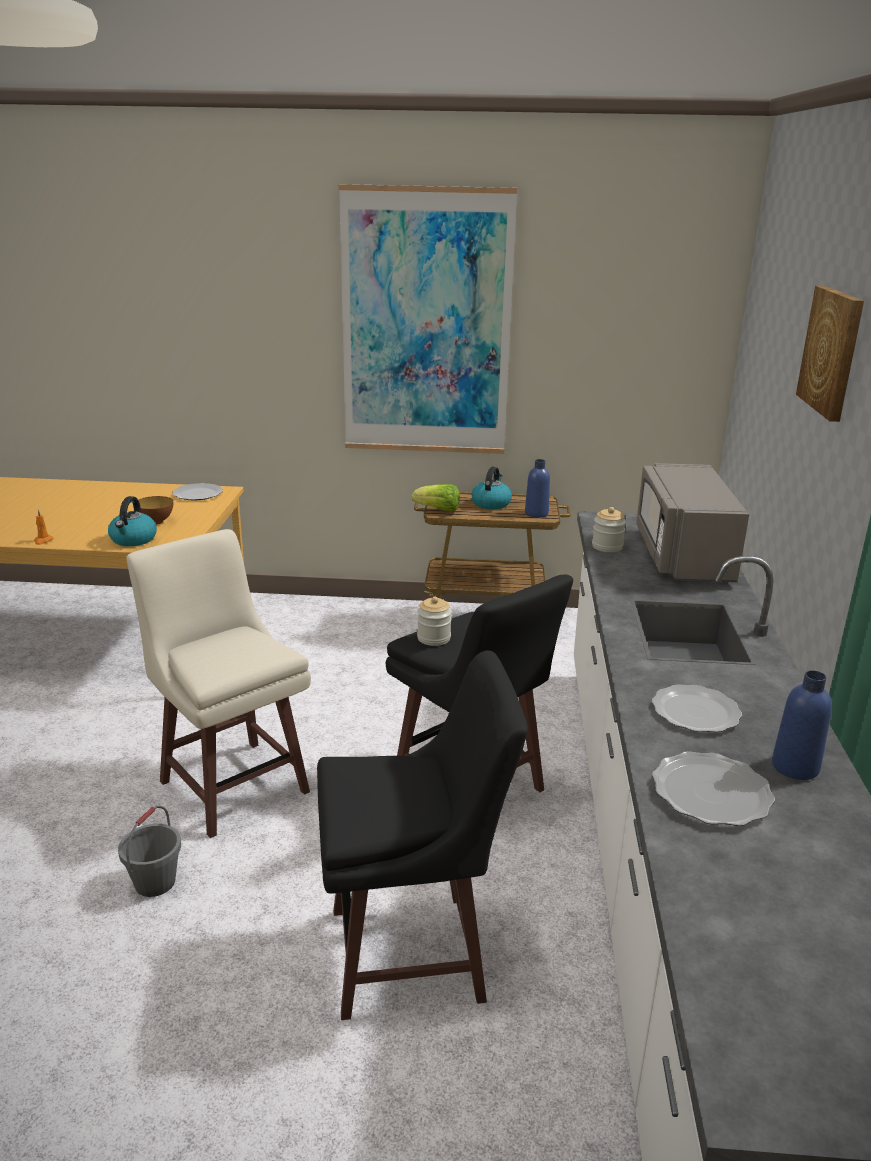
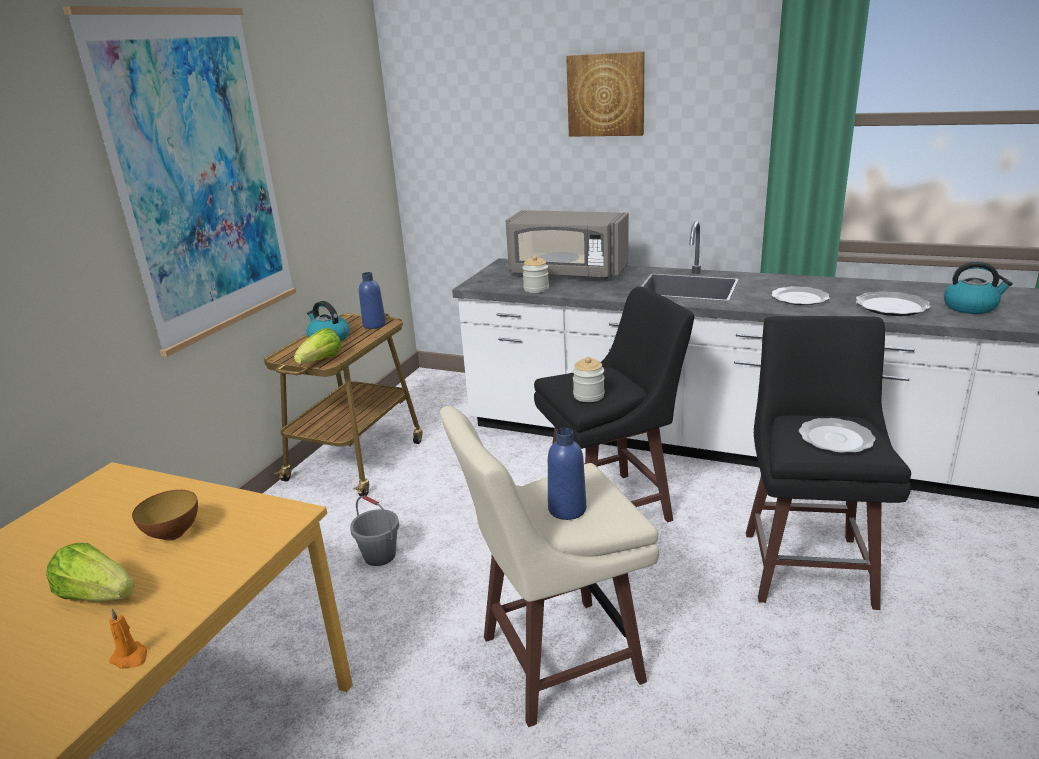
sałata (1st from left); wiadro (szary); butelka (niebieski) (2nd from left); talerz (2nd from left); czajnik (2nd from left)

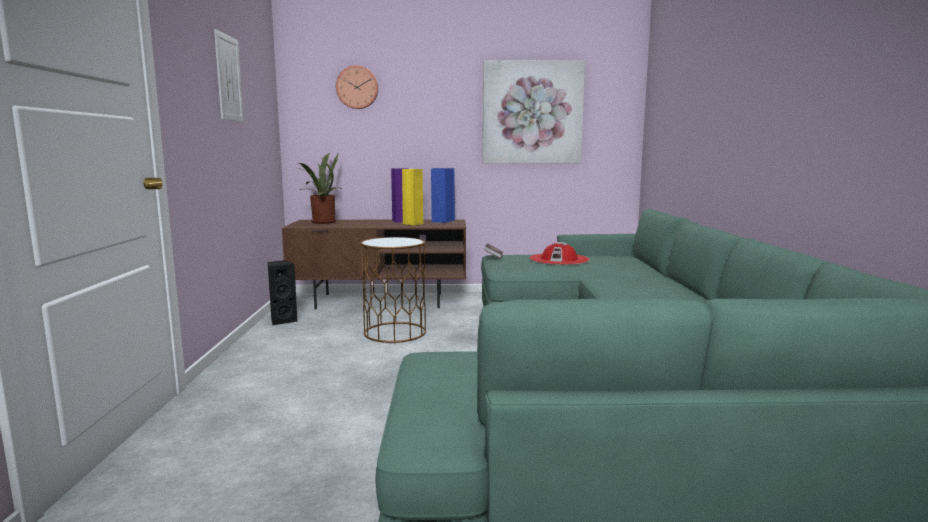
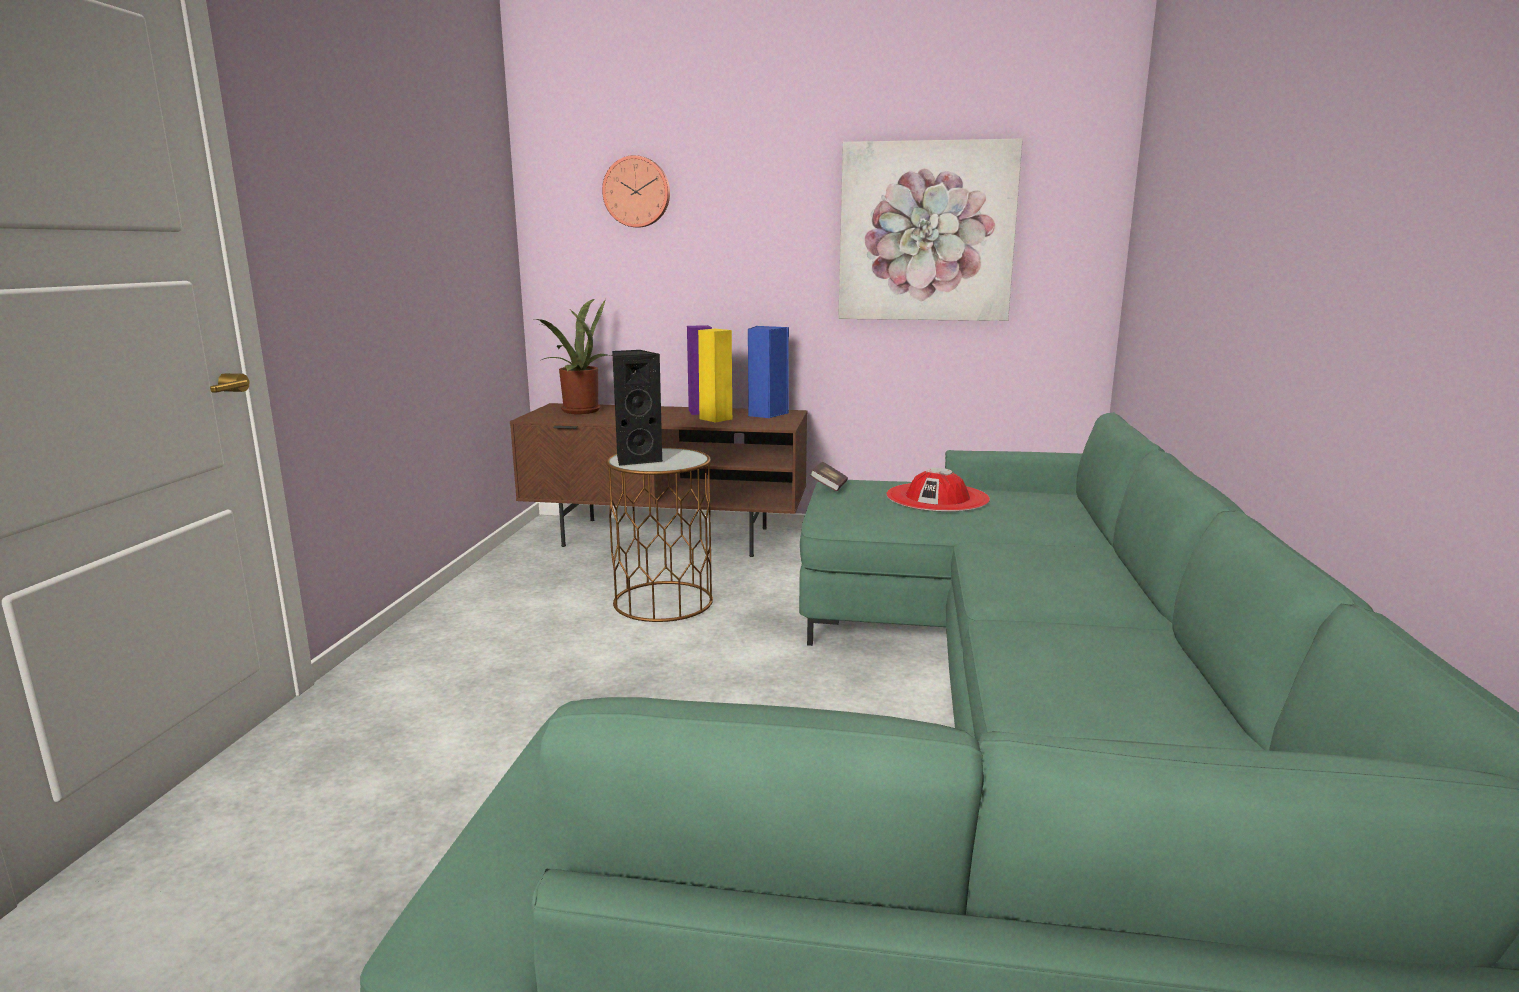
głośnik (czarny); obraz (1st from left in the first image)

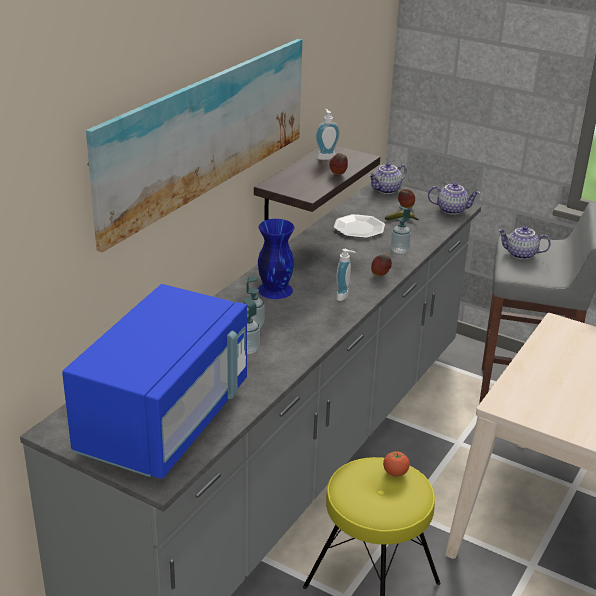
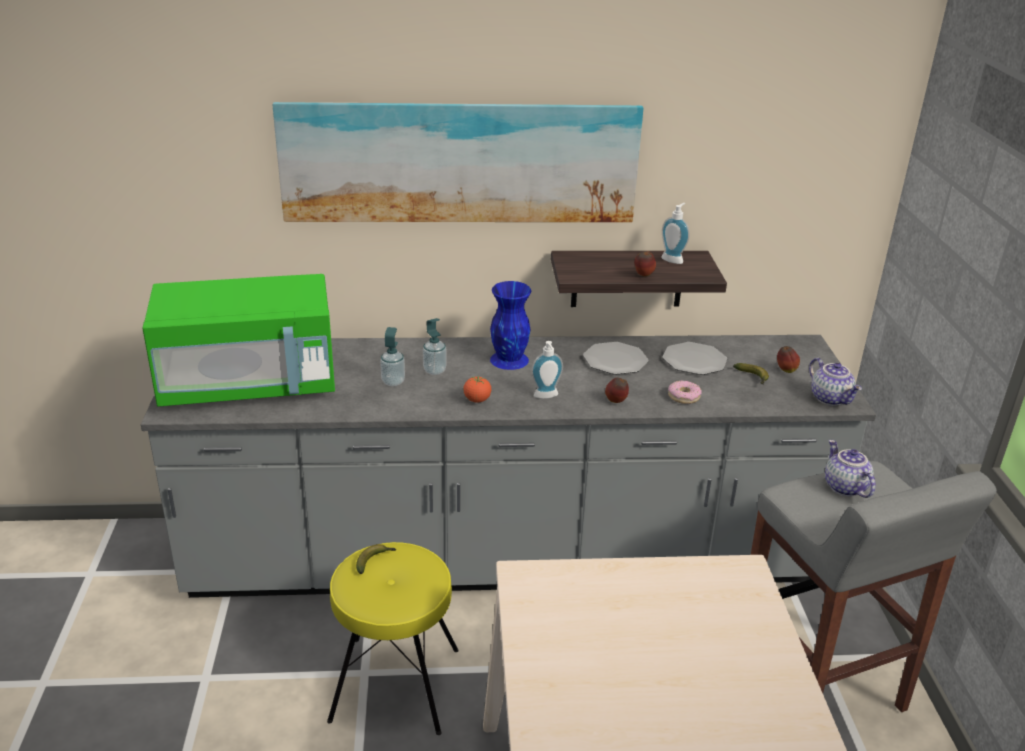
mikrofalówka (zielony); banan (1st from left); pomidor; talerz (1st from left); donut; imbryk (1st from left in the first image)

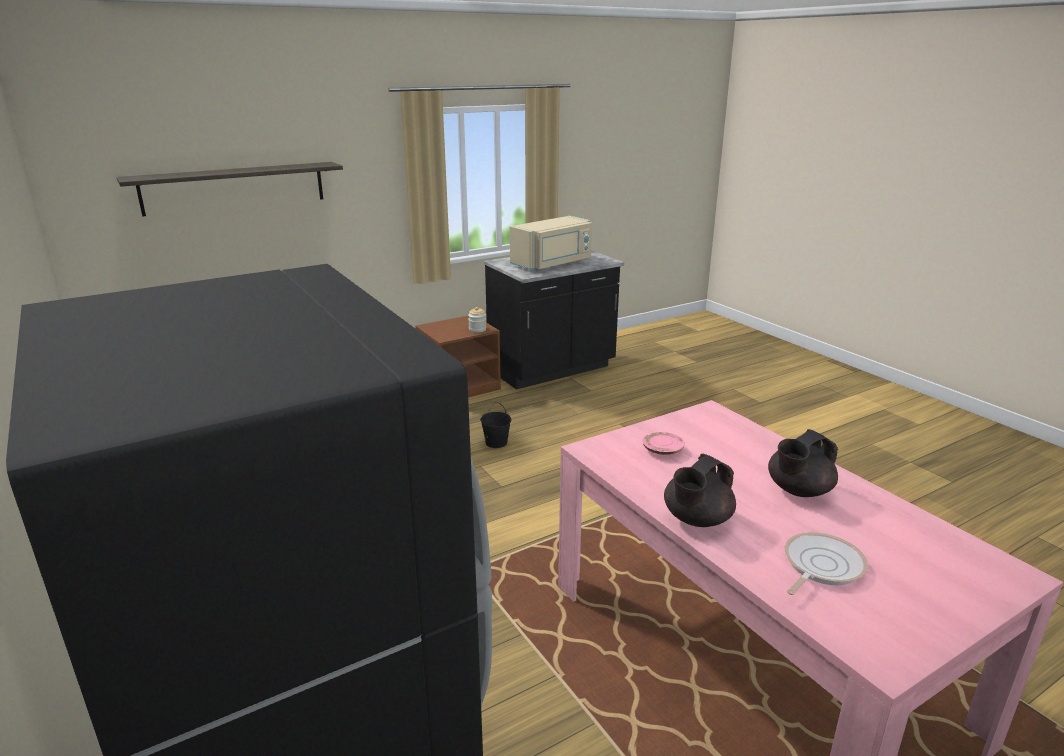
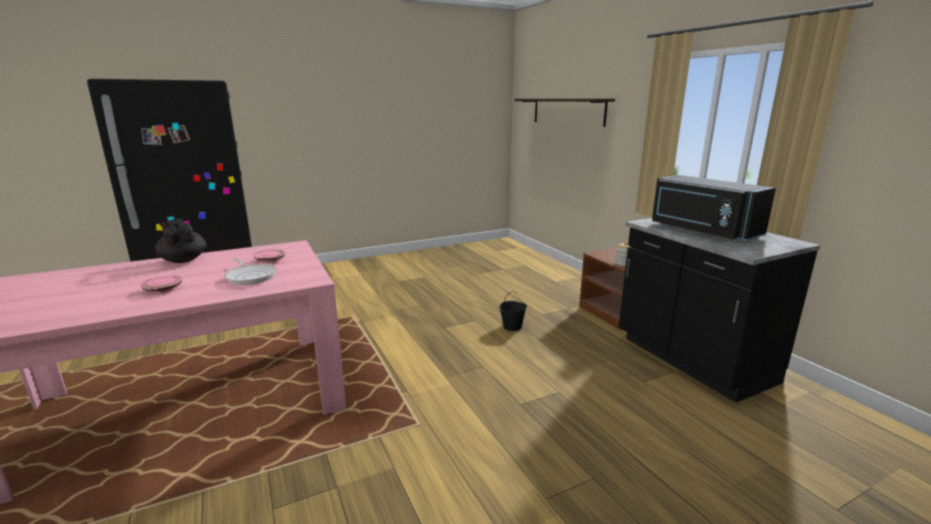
talerz (różowy) (1st from left); patelnia; mikrofalówka (czarny)

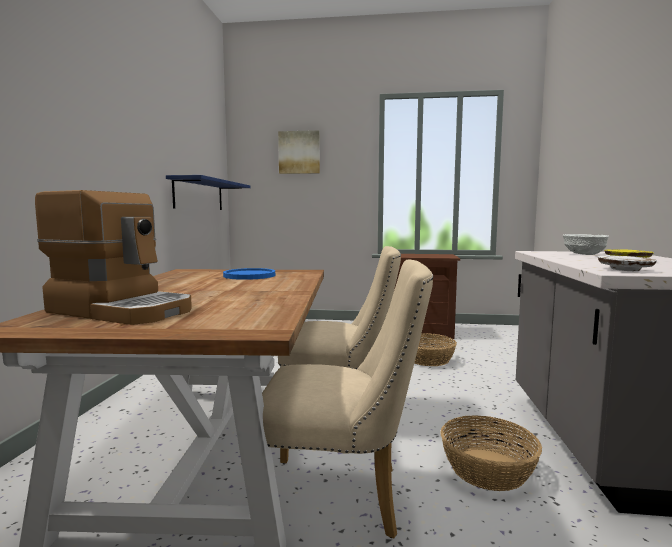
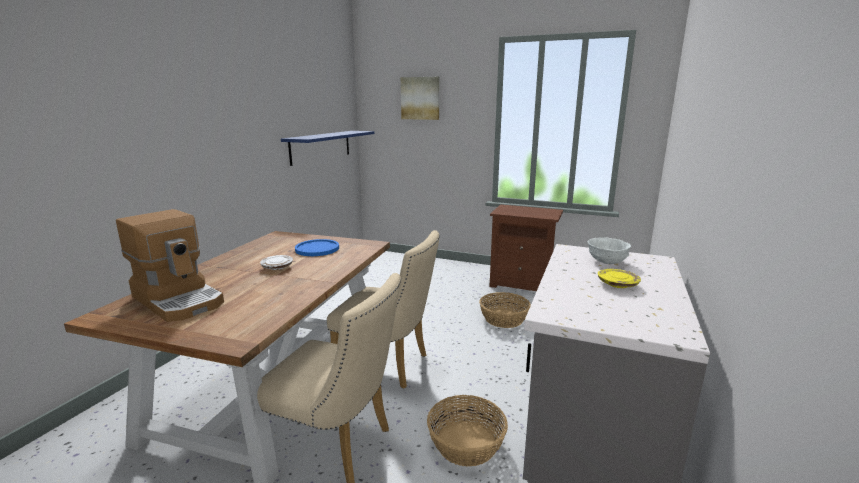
talerz (biały)

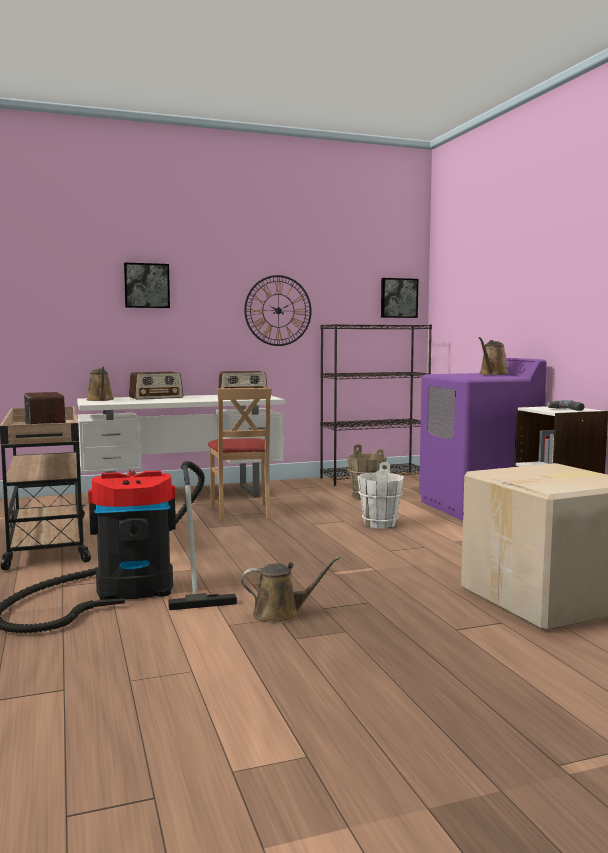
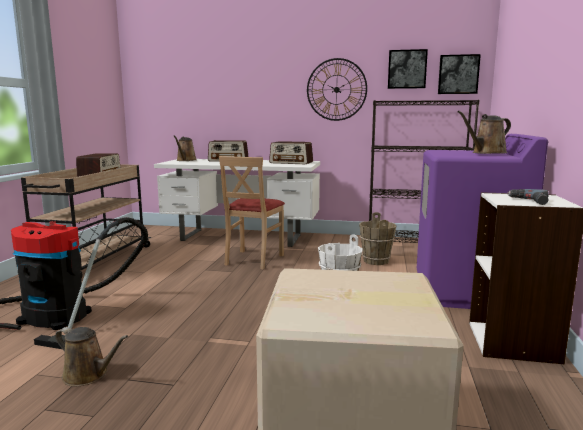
obraz (1st from left)

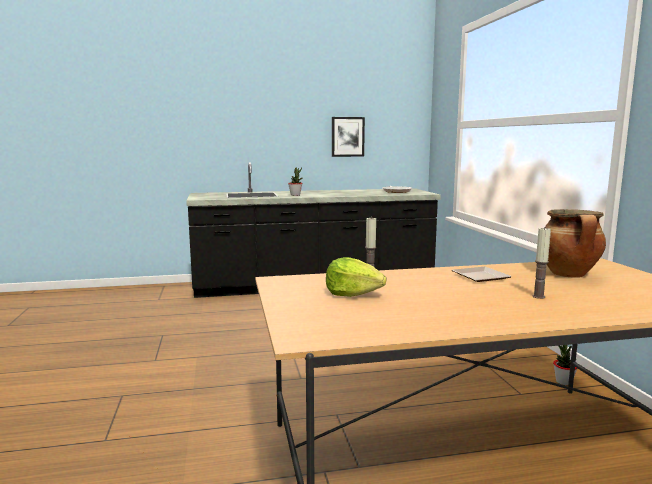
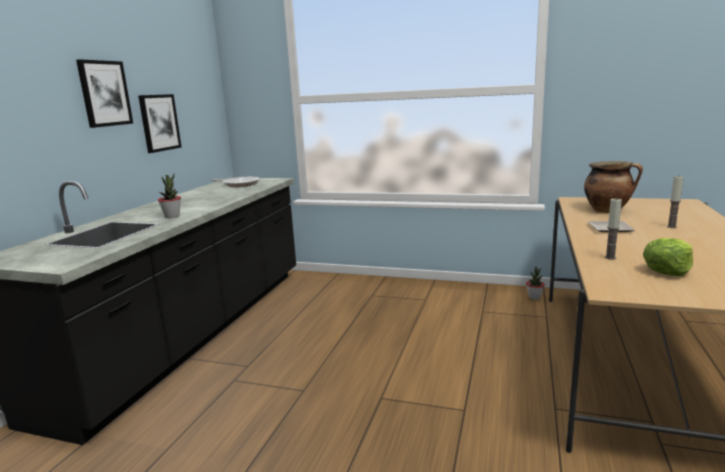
obraz (1st from left)

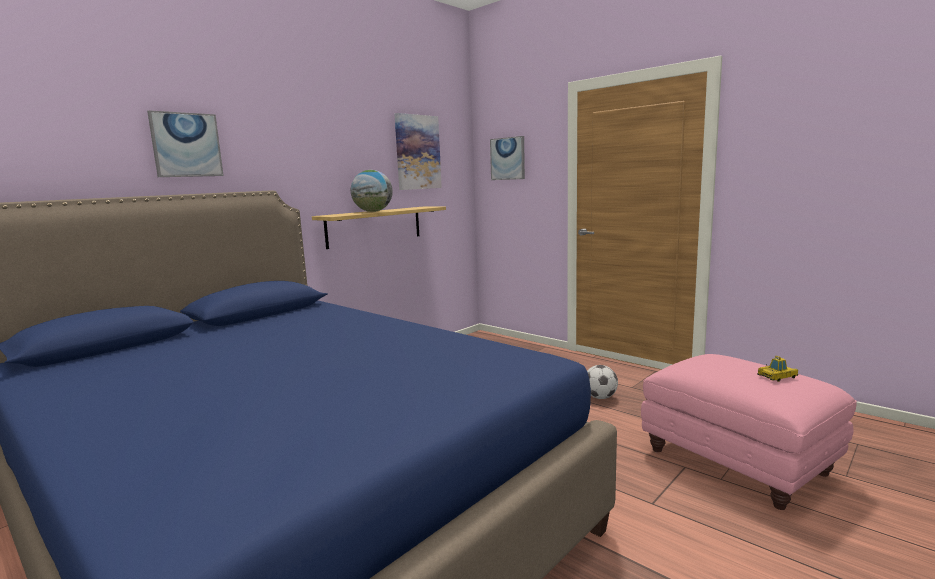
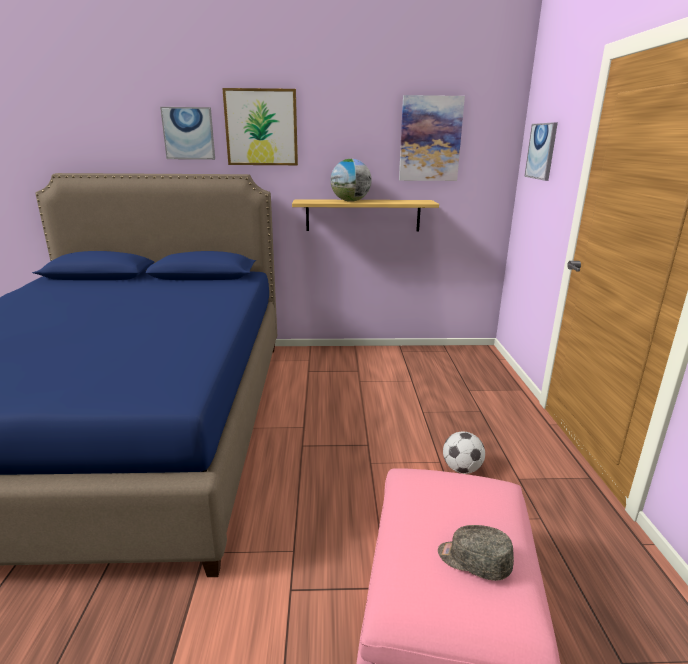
obraz (2nd from left); czapka z daszkiem (szary)

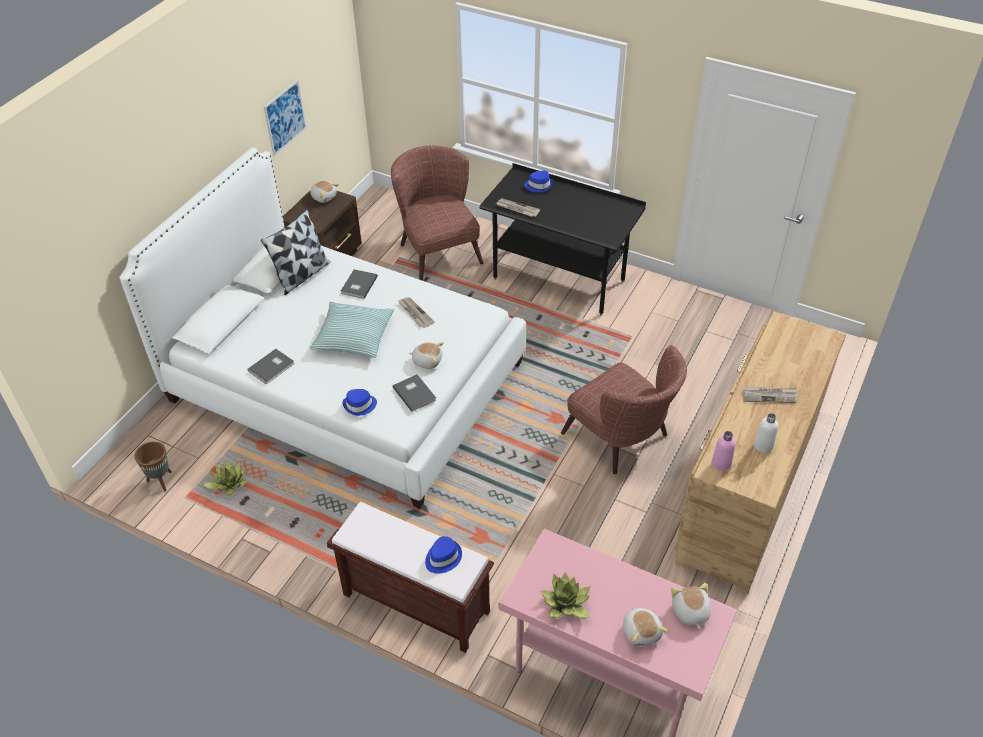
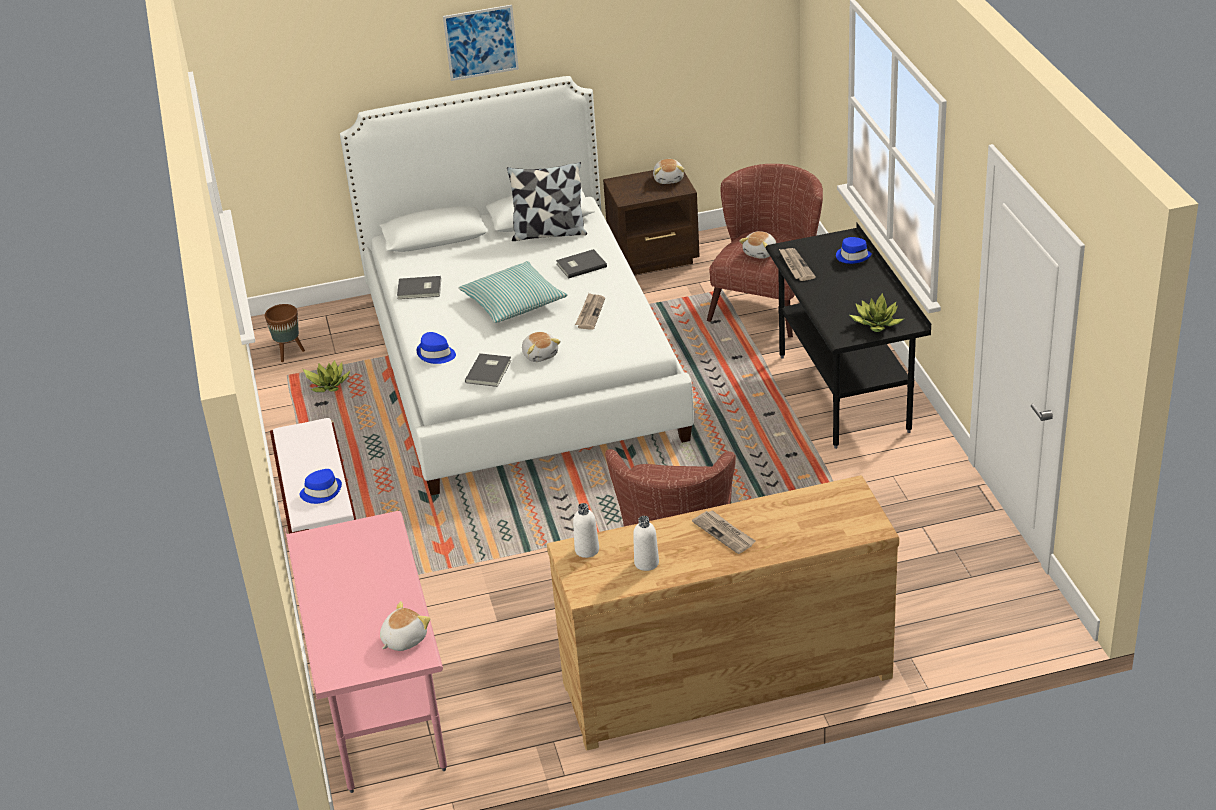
obraz; butelka (biały) (1st from left); pluszak (4th from left); roślina doniczkowa (2nd from left)

